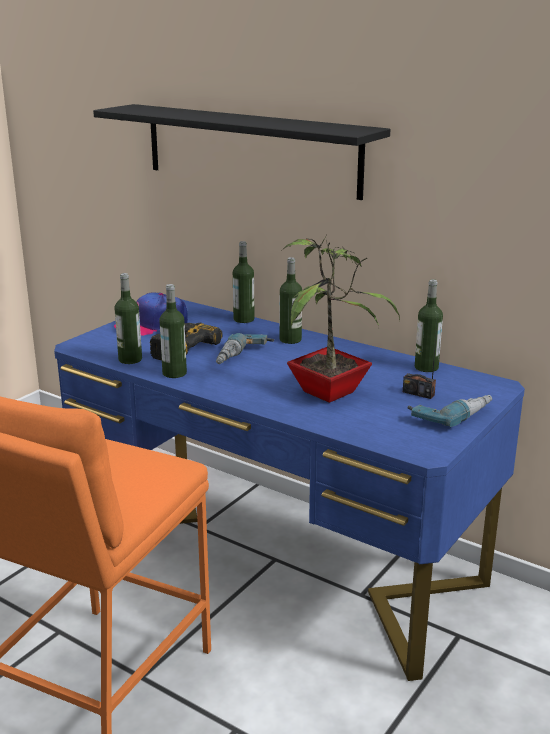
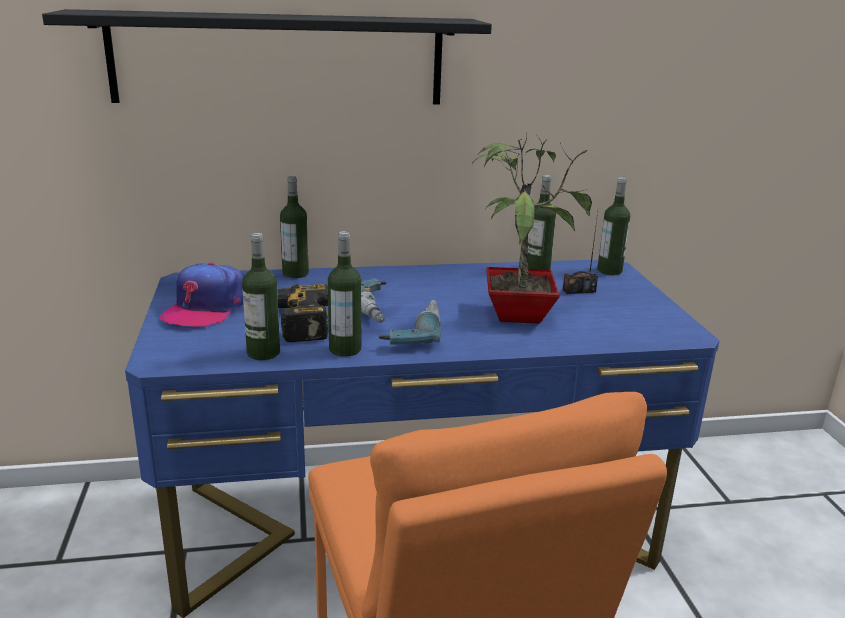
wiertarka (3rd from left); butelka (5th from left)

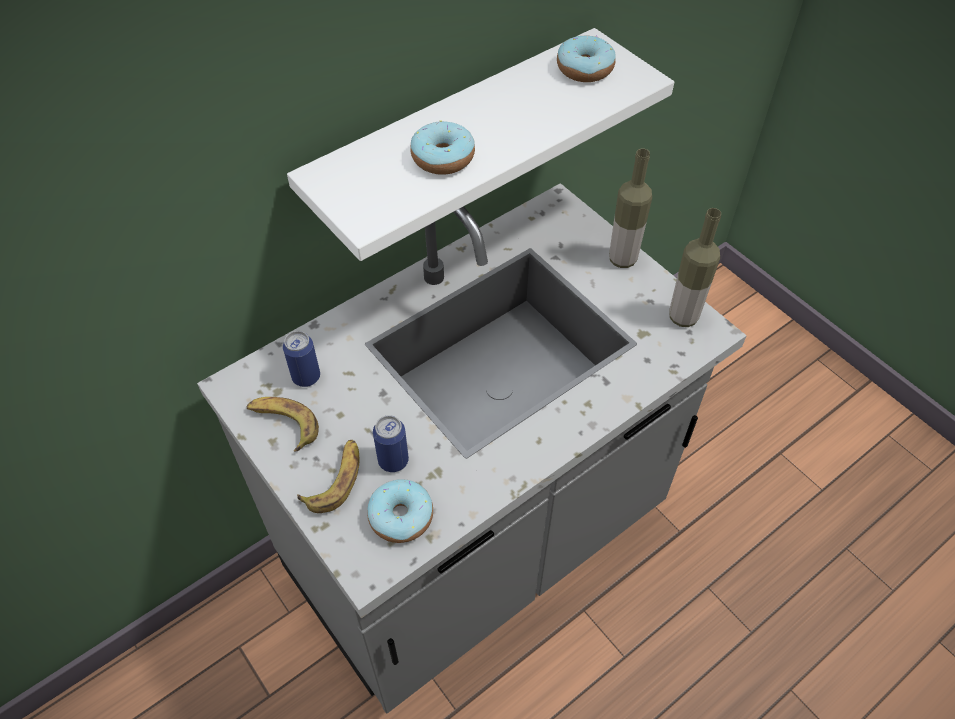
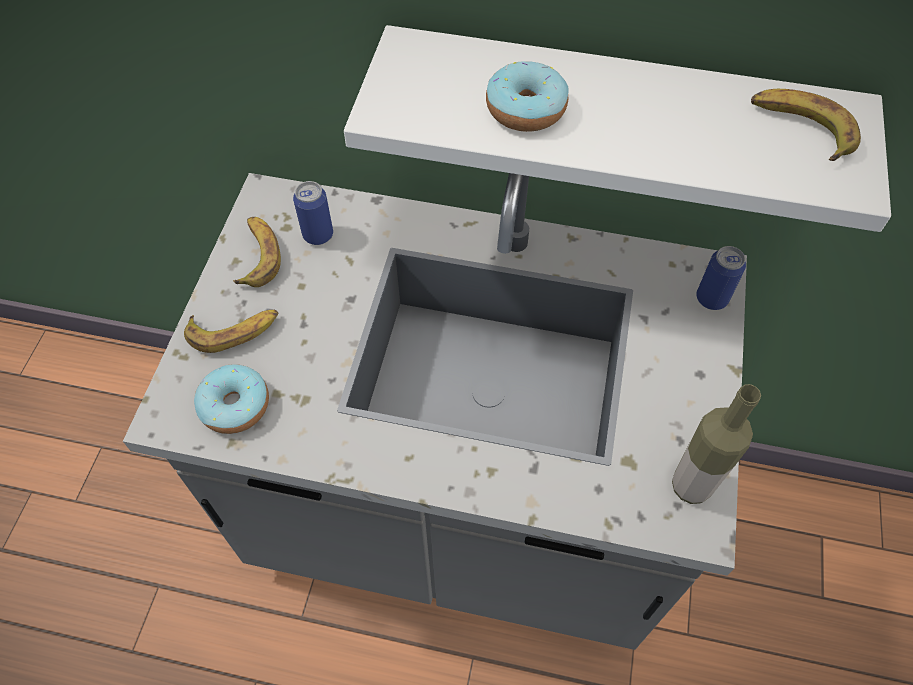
puszka (2nd from left); banan (3rd from left); butelka (1st from left in the first image)

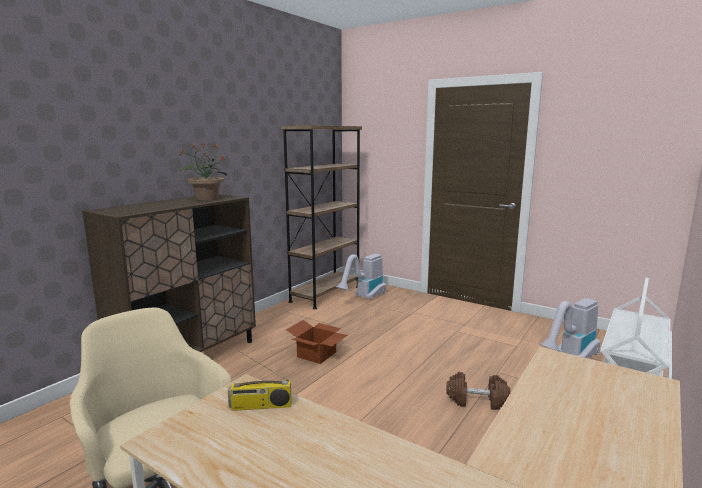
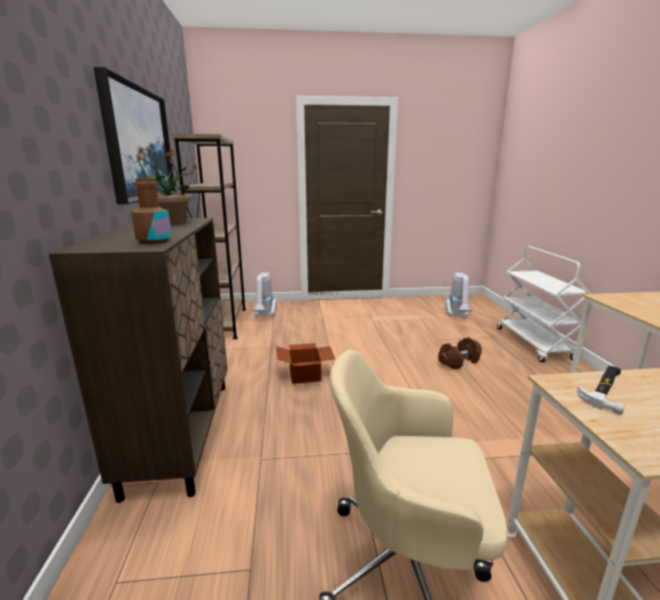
obraz; butelka (brązowy); młotek

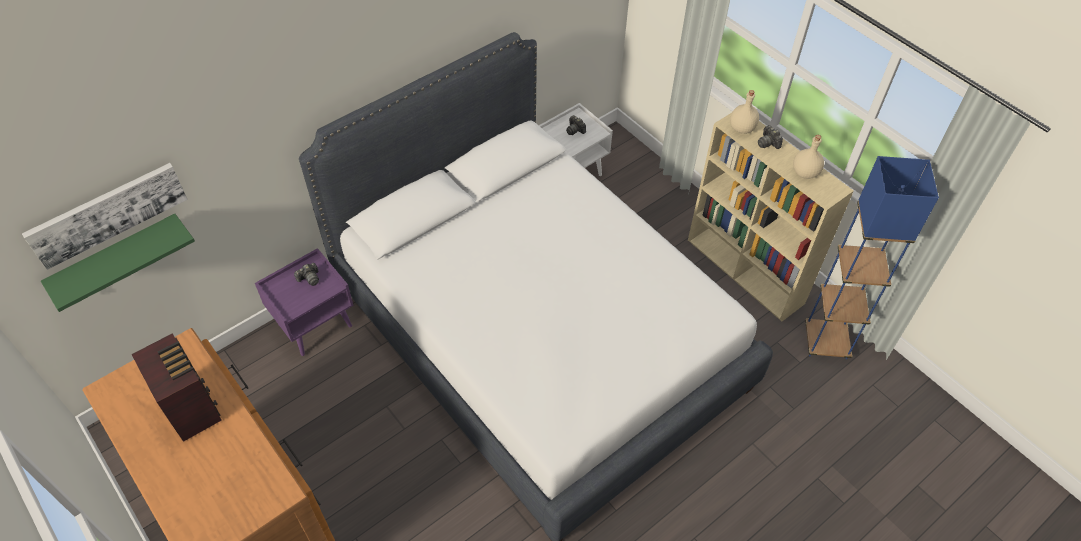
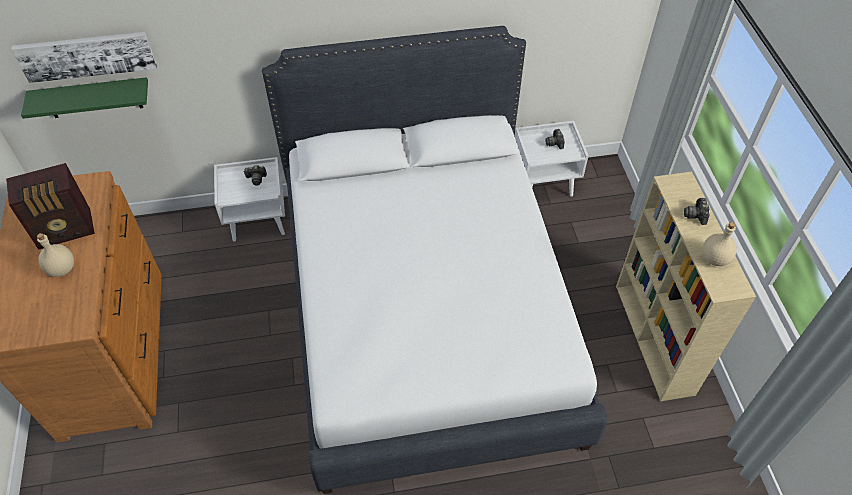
radio; butelka (beżowy) (1st from left); szafka nocna (biały) (1st from left); lampa stojąca (niebieski)

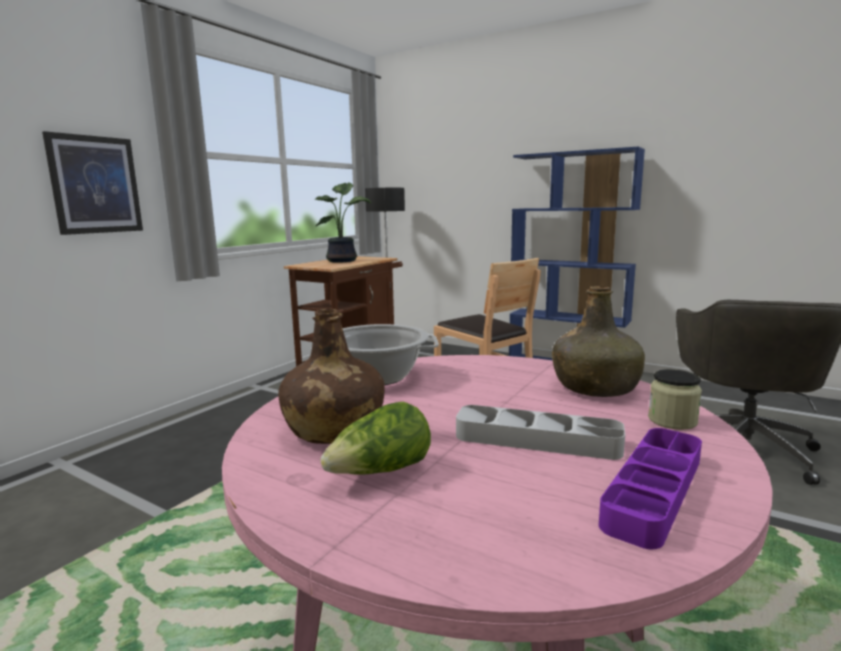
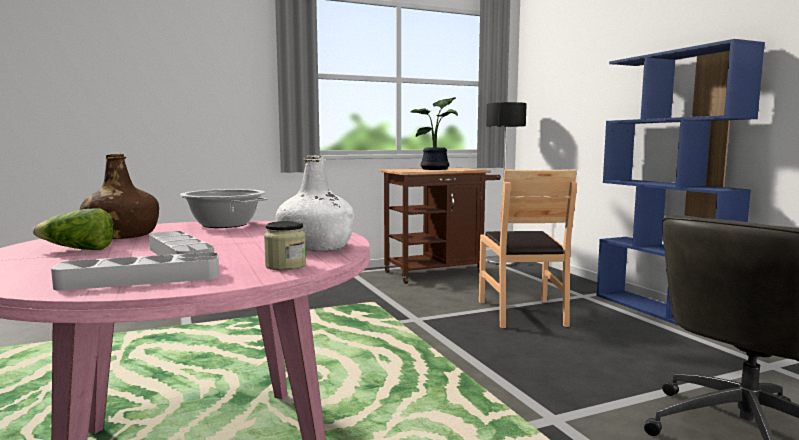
taca (szary) (1st from left); butelka (biały); obraz

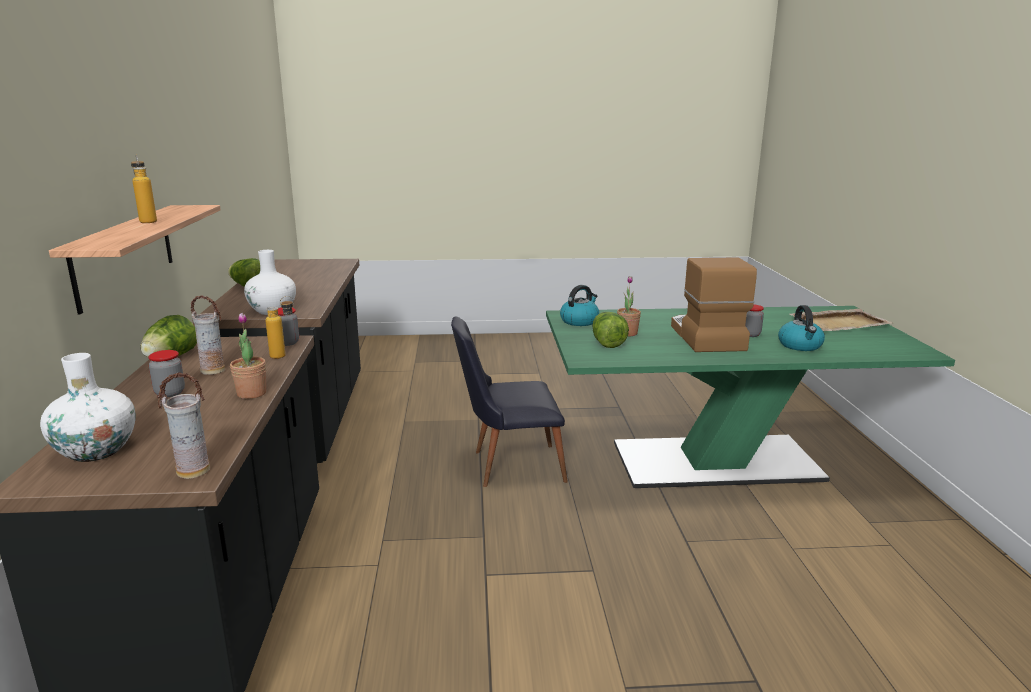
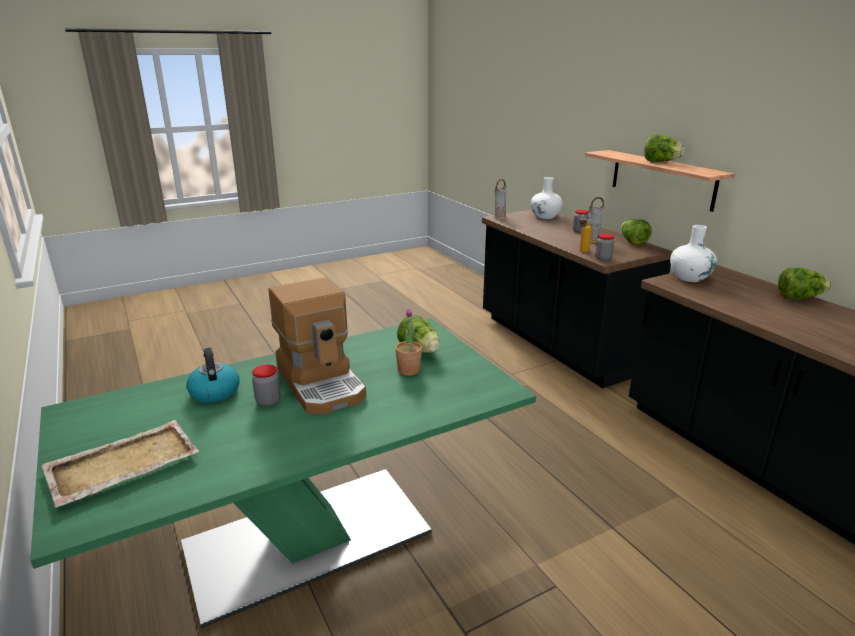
sałata (3rd from left); roślina doniczkowa (1st from left in the first image); krzesło (czarny); czajnik (1st from left in the first image)

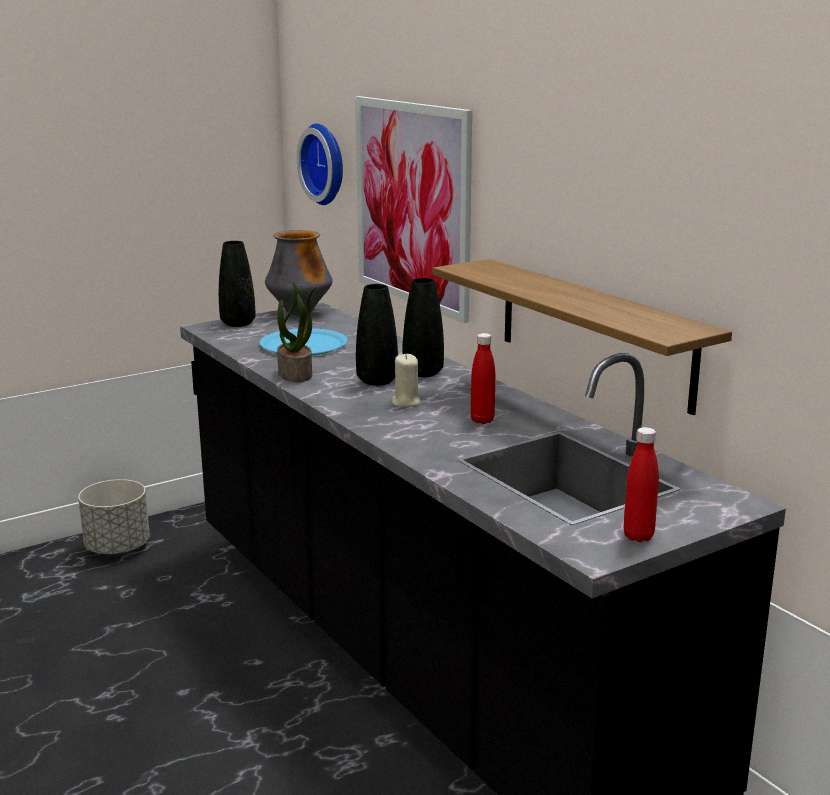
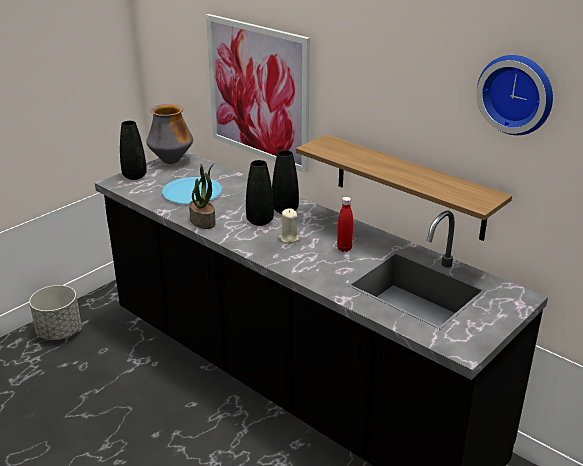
zegar ścienny; butelka (czerwony) (2nd from left in the first image)

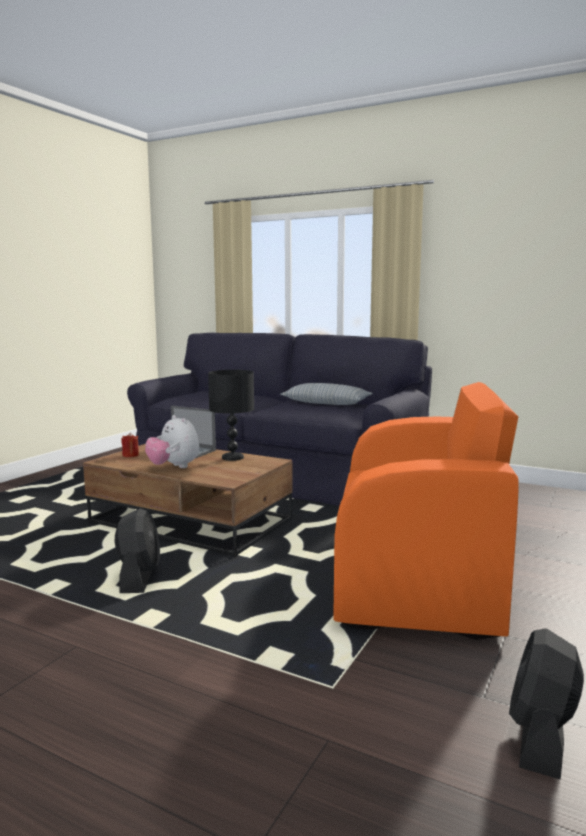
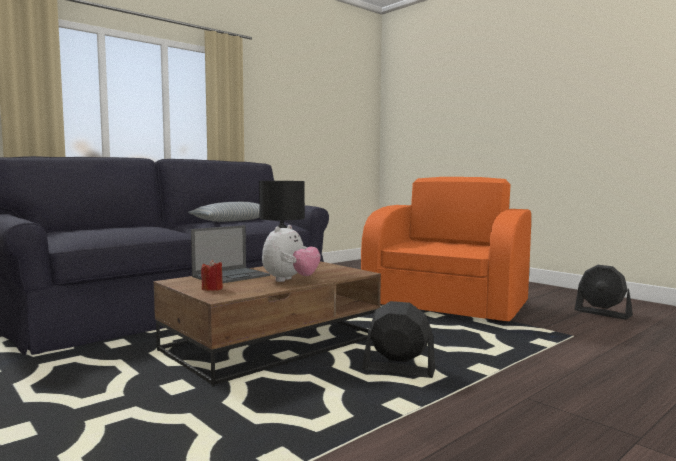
pluszak

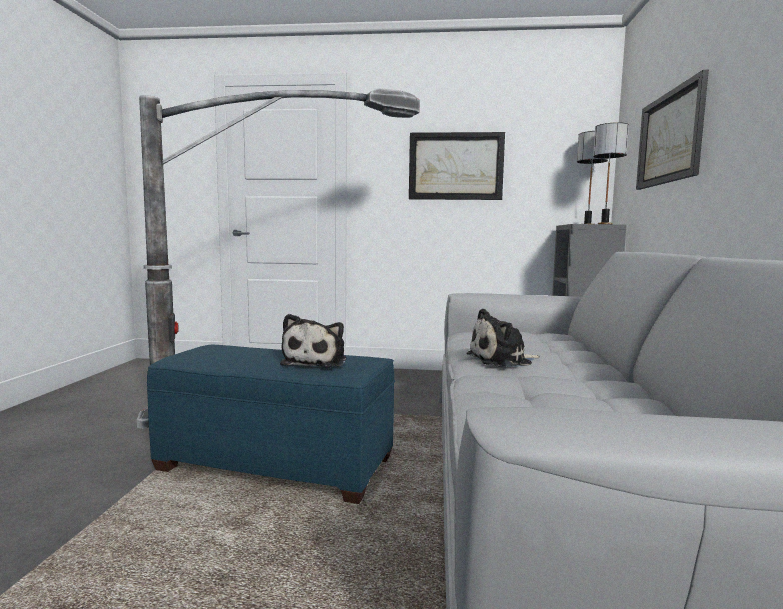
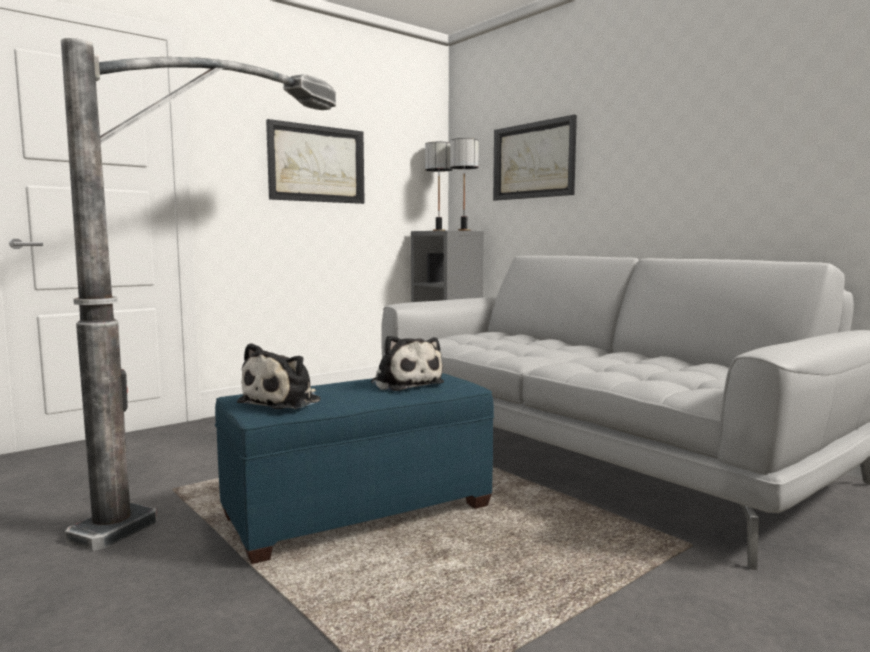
pluszak (1st from left)

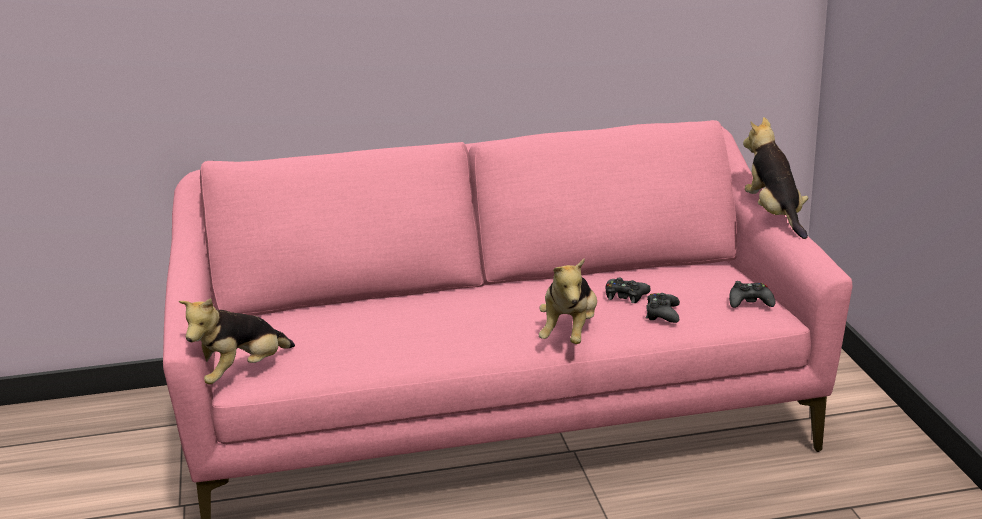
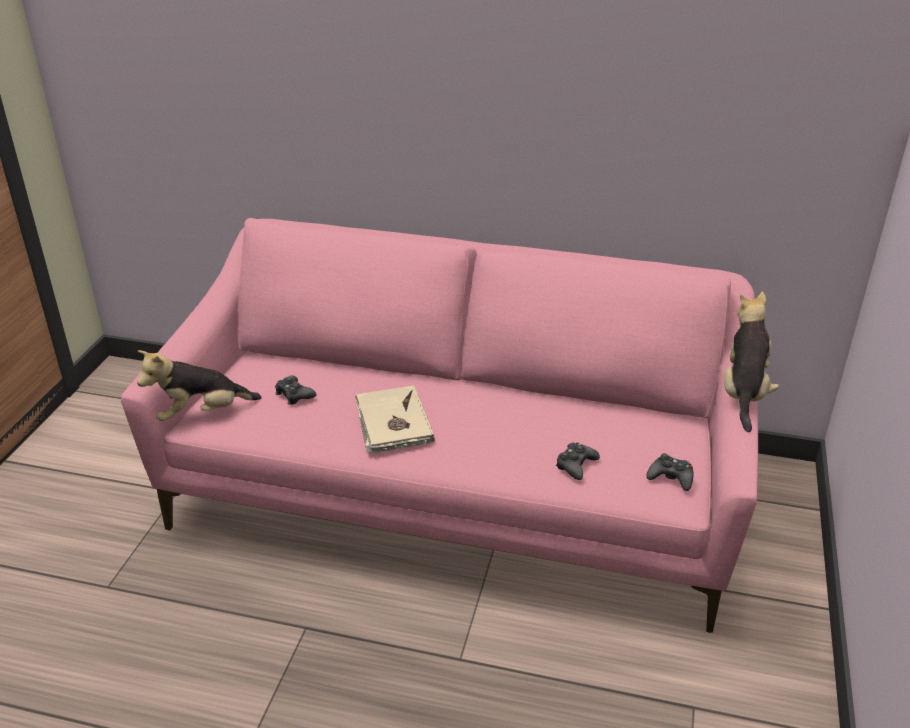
pad do gier (czarny) (1st from left); książka (beżowy); pluszak (2nd from left in the first image)

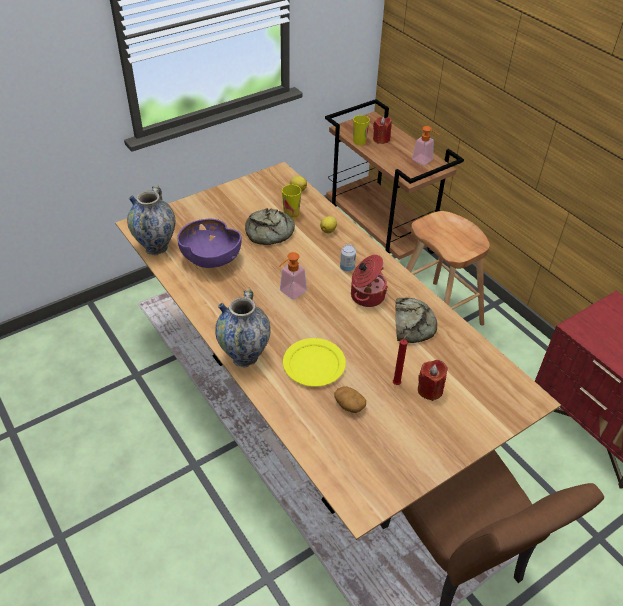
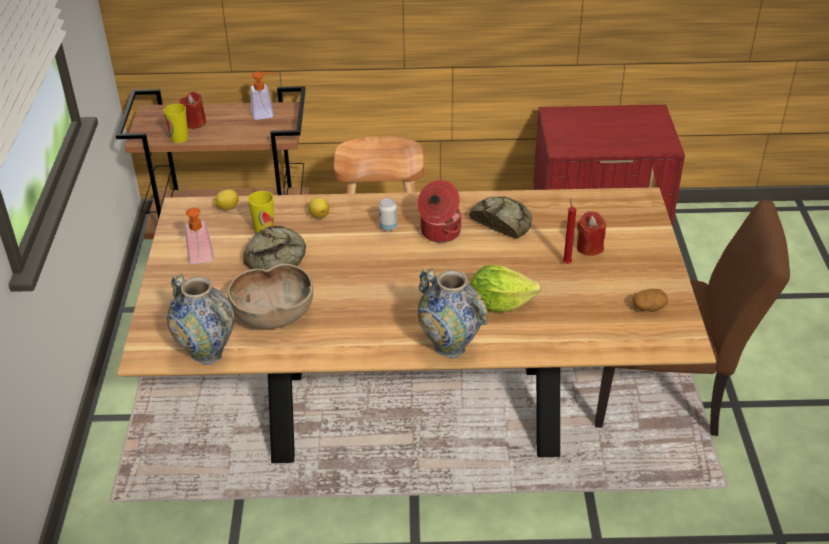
dozownik mydła (1st from left); miska (brązowy); sałata; ziemniak

